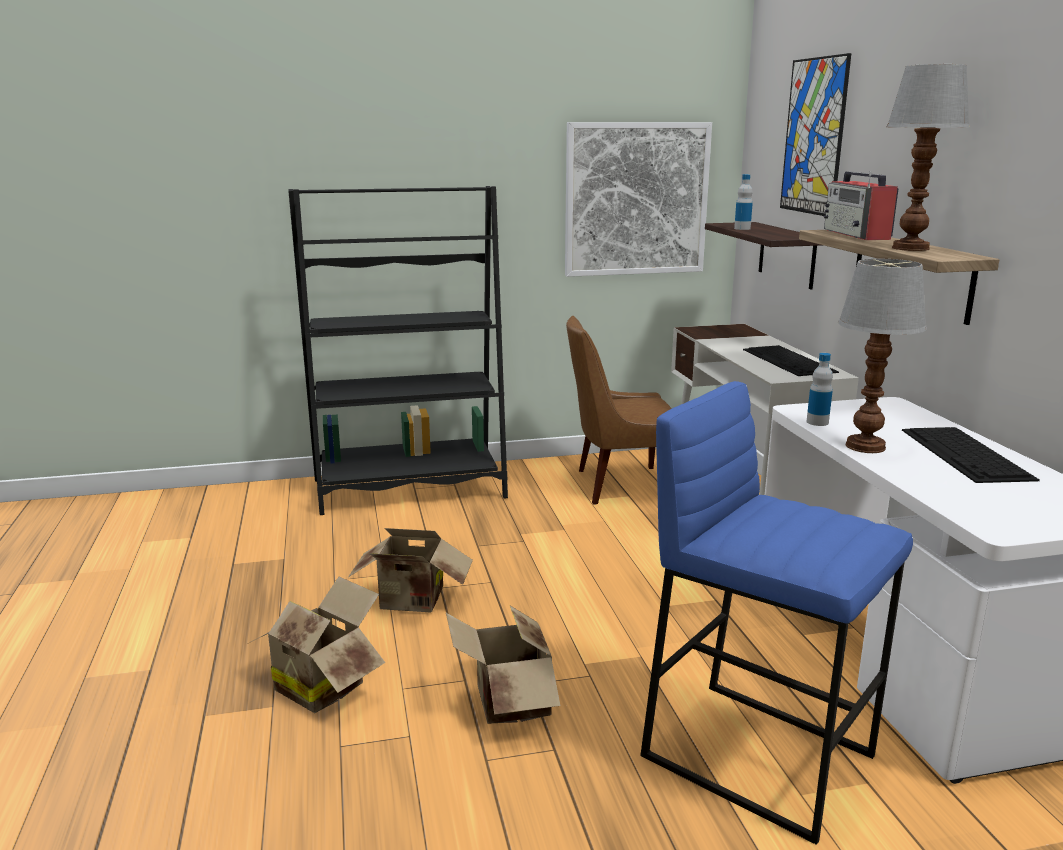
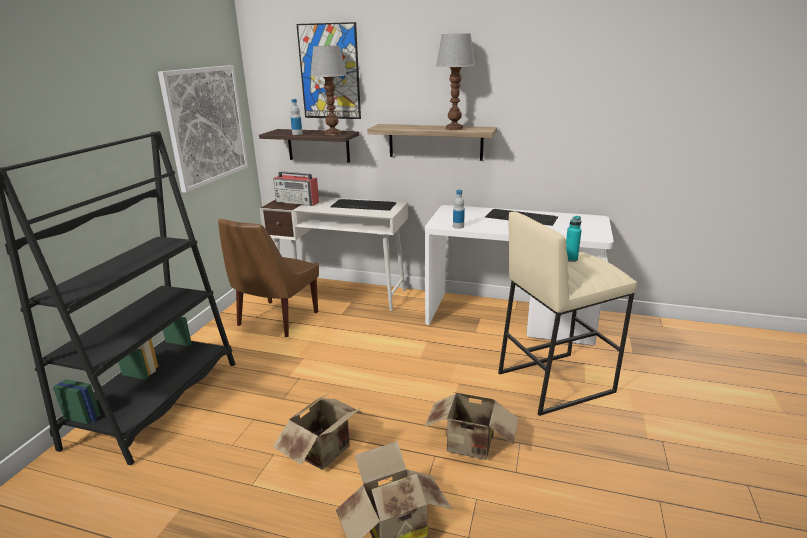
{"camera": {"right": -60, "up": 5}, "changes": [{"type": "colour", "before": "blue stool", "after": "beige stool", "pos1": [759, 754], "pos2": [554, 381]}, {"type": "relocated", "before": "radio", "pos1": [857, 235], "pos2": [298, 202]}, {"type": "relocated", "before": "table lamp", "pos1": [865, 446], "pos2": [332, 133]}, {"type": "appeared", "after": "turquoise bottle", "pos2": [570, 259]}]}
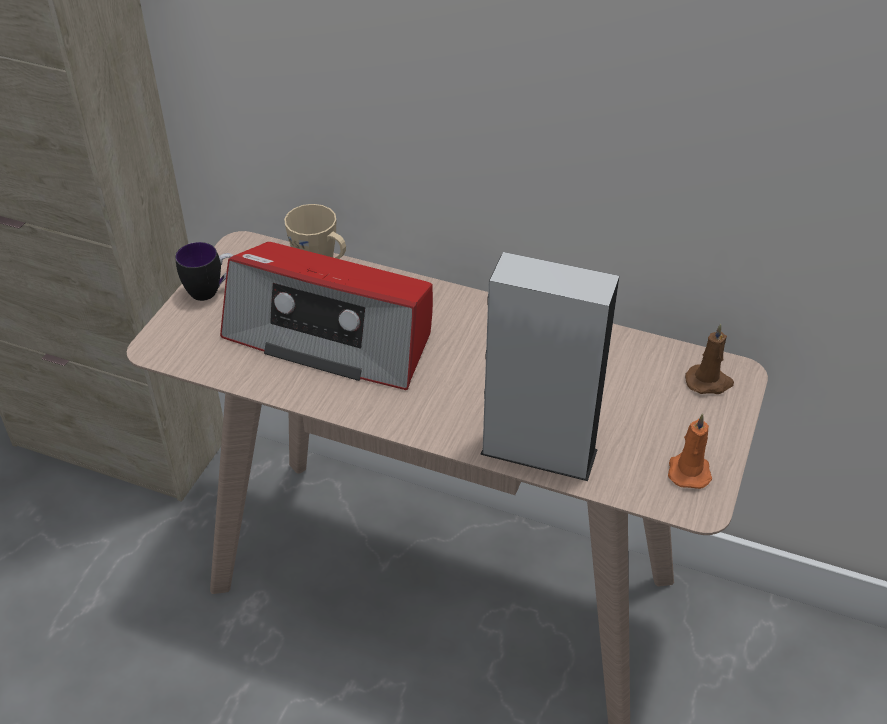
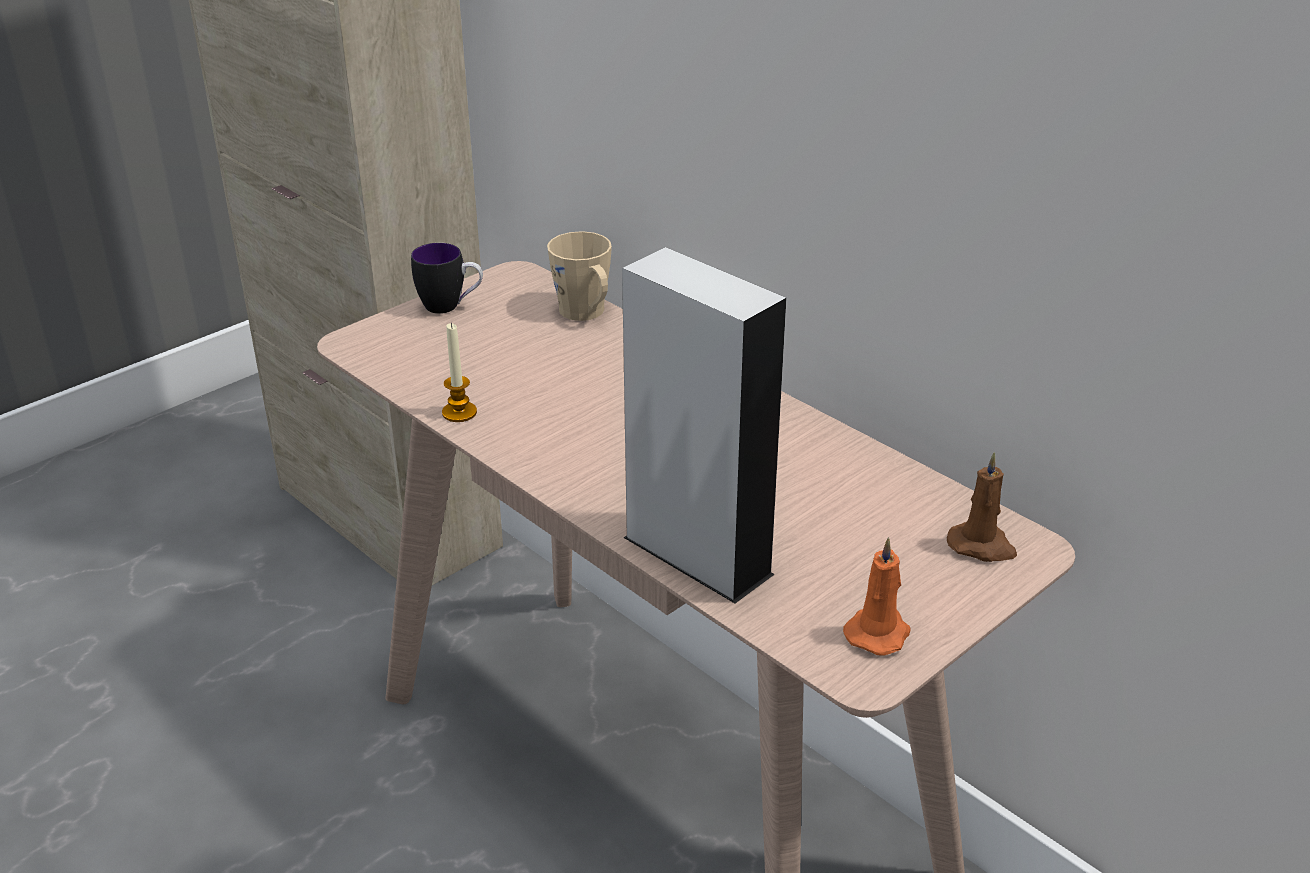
{"camera": {"right": 25, "up": -10}, "changes": [{"type": "missing", "before": "radio", "pos1": [332, 335]}, {"type": "appeared", "after": "candle", "pos2": [459, 412]}]}
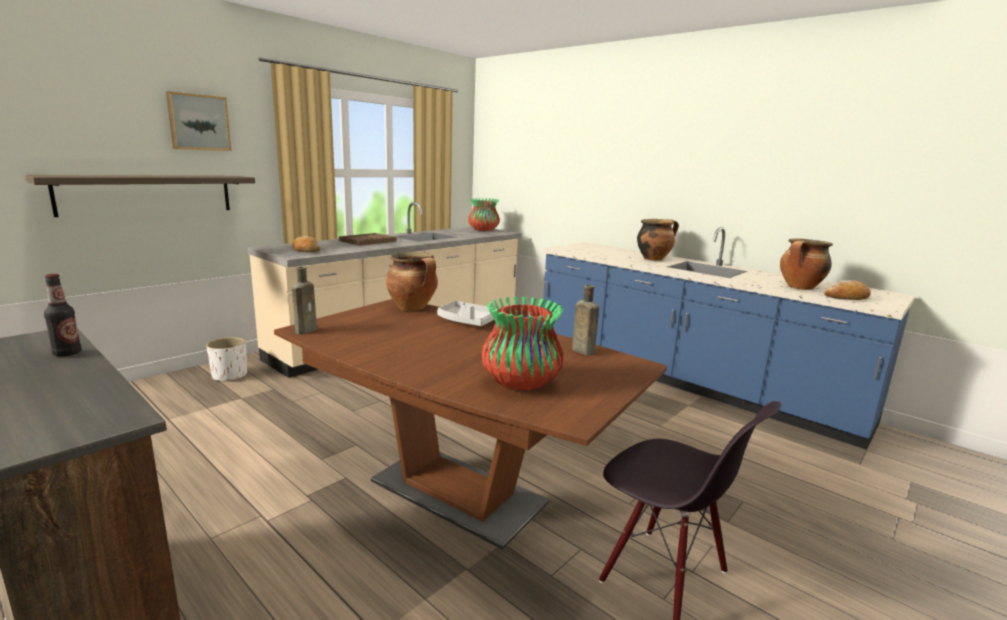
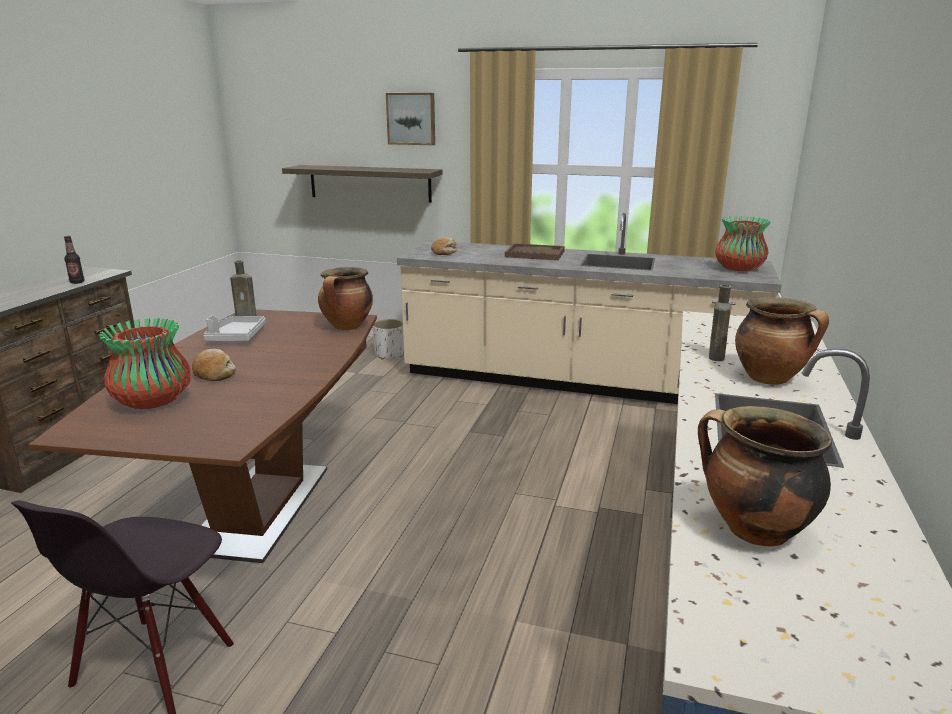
{"camera": {"right": 65, "up": 5}, "changes": [{"type": "relocated", "before": "grey tray", "pos1": [467, 321], "pos2": [236, 337]}, {"type": "relocated", "before": "brown bottle", "pos1": [581, 351], "pos2": [716, 355]}, {"type": "relocated", "before": "bread", "pos1": [846, 297], "pos2": [213, 373]}]}
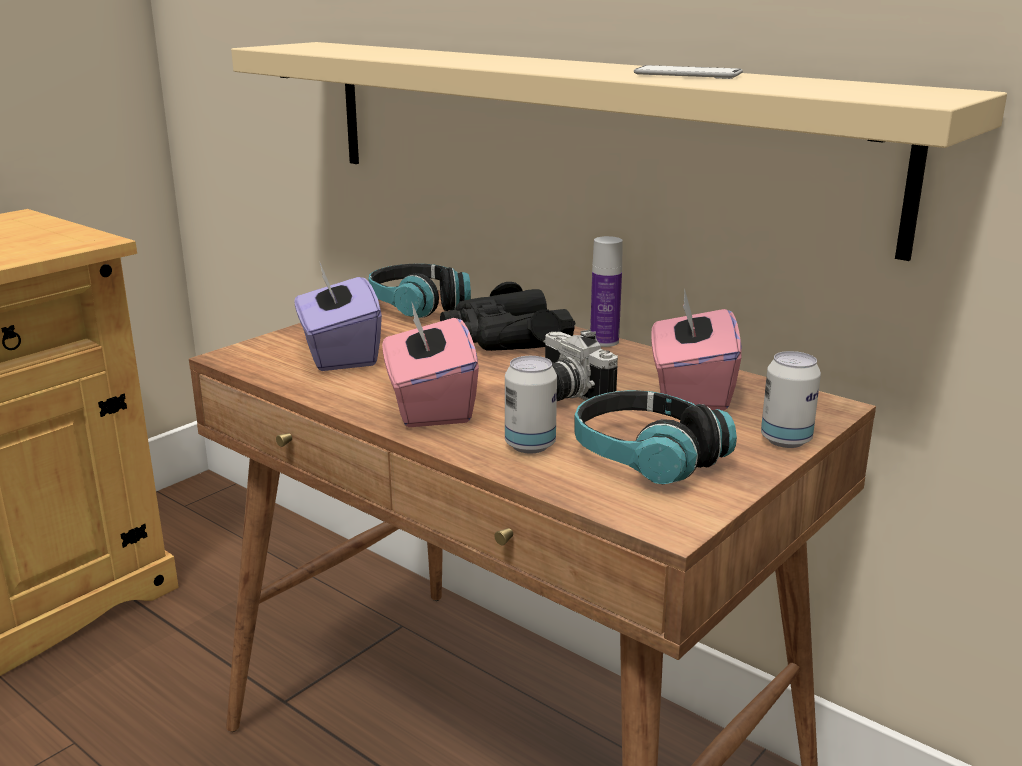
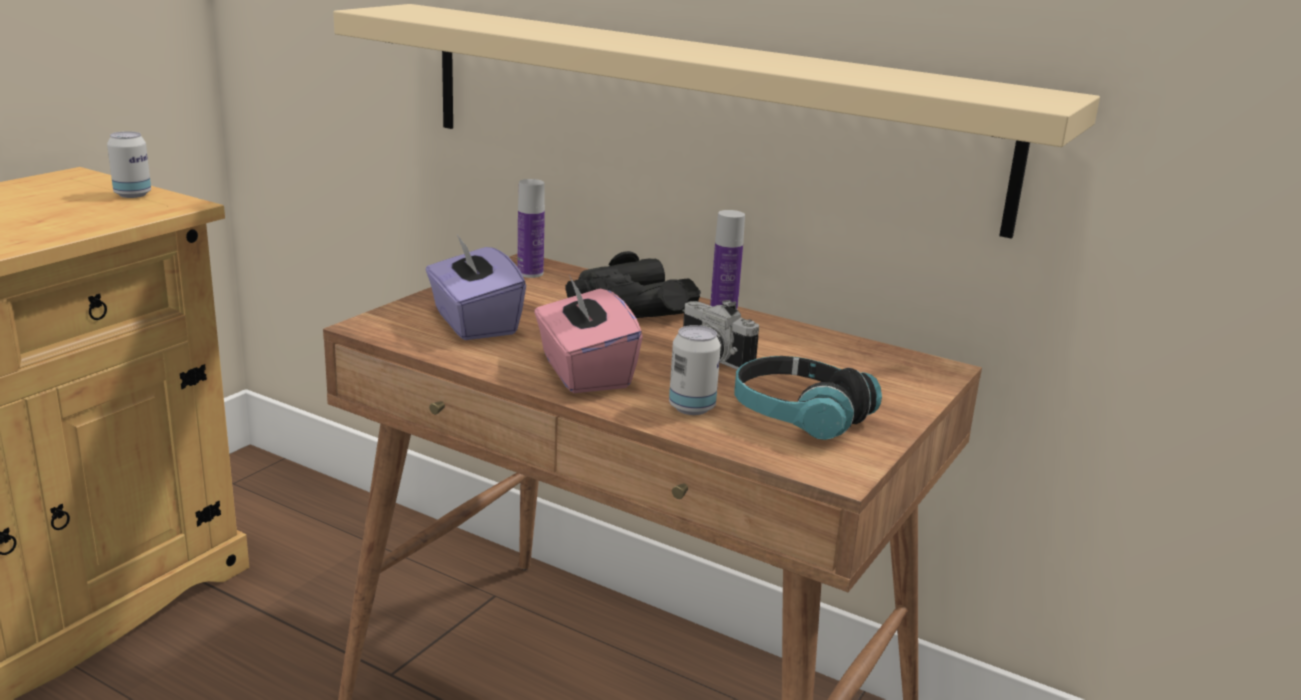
{"camera": {"right": -10, "up": 0}, "changes": [{"type": "exchanged", "before": "headphones", "after": "bottle", "pos1": [418, 305], "pos2": [530, 273]}, {"type": "missing", "before": "phone", "pos1": [688, 75]}, {"type": "missing", "before": "pink tissue box", "pos1": [690, 391]}, {"type": "relocated", "before": "can", "pos1": [786, 440], "pos2": [132, 194]}]}
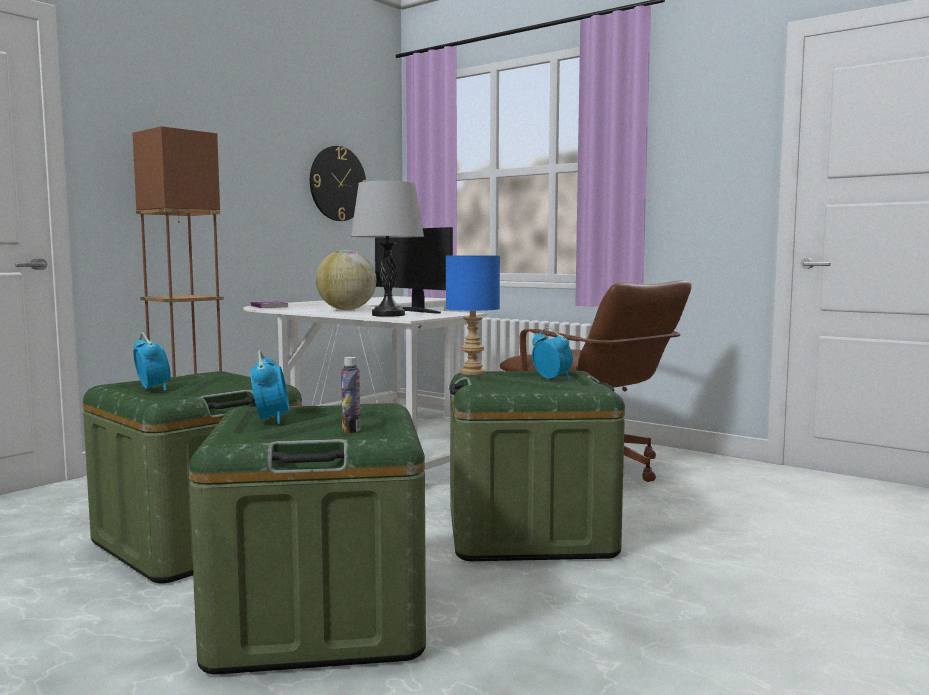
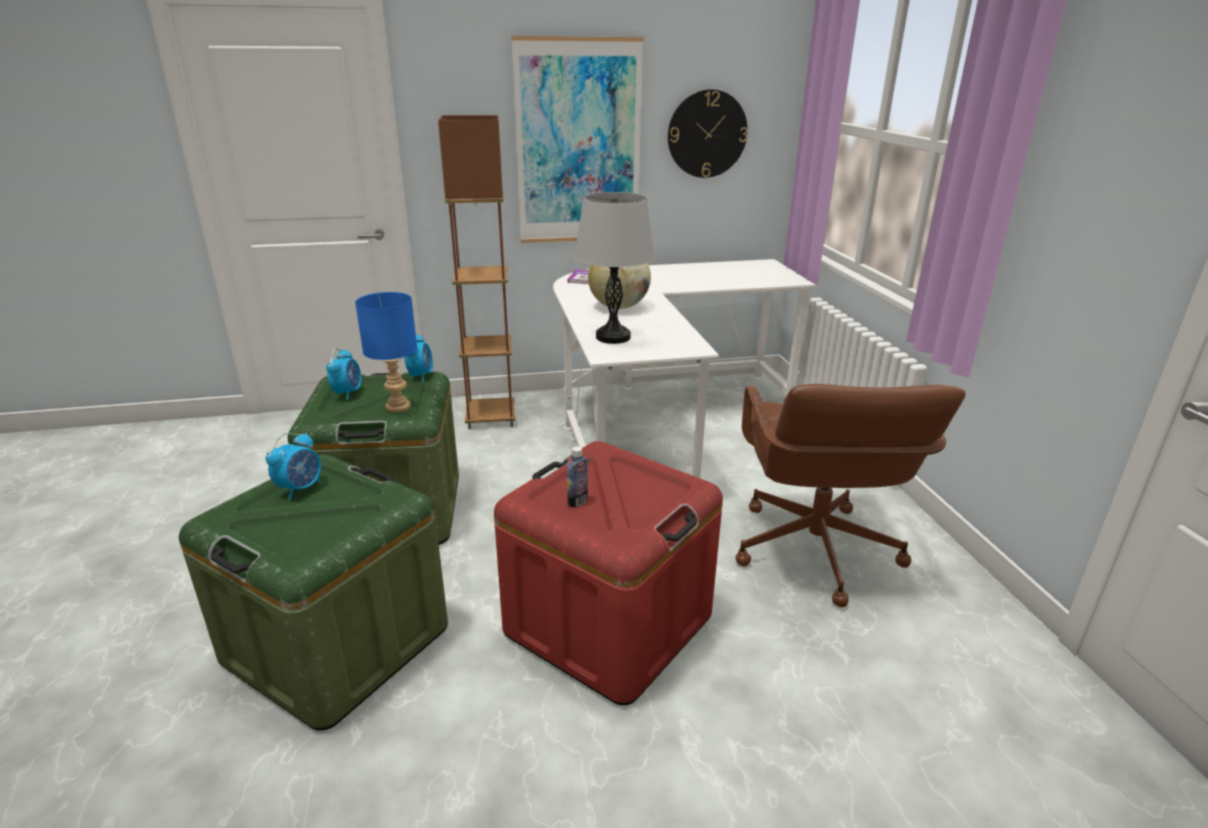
{"camera": {"right": 40, "up": 20}, "changes": [{"type": "relocated", "before": "bottle", "pos1": [351, 430], "pos2": [577, 502]}, {"type": "missing", "before": "monitor", "pos1": [414, 311]}, {"type": "relocated", "before": "blue table lamp", "pos1": [471, 373], "pos2": [398, 406]}, {"type": "colour", "before": "green storage box", "after": "red storage box", "pos1": [529, 532], "pos2": [608, 624]}, {"type": "relocated", "before": "alarm clock", "pos1": [552, 378], "pos2": [420, 375]}, {"type": "appeared", "after": "picture", "pos2": [578, 144]}]}
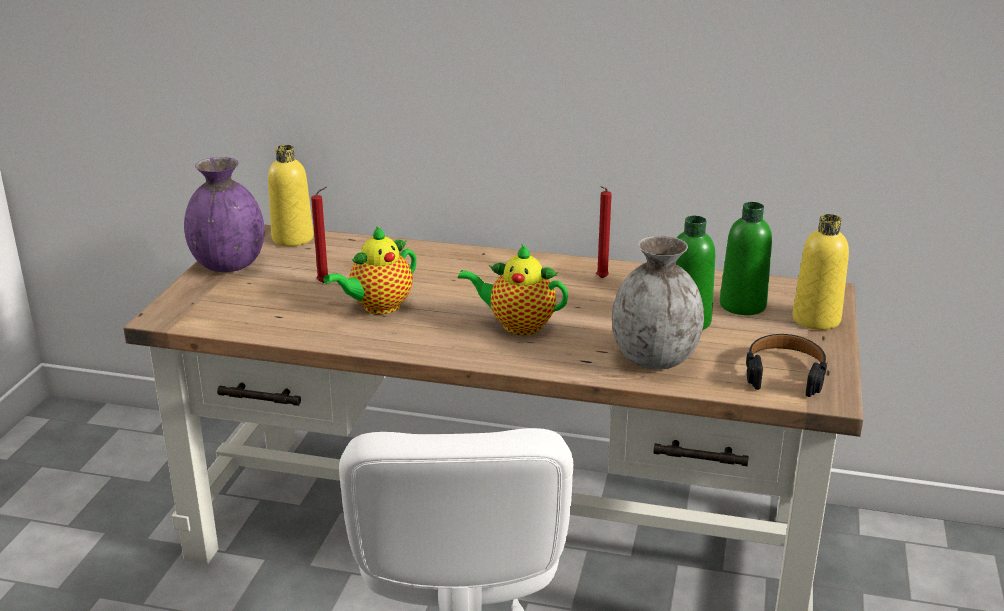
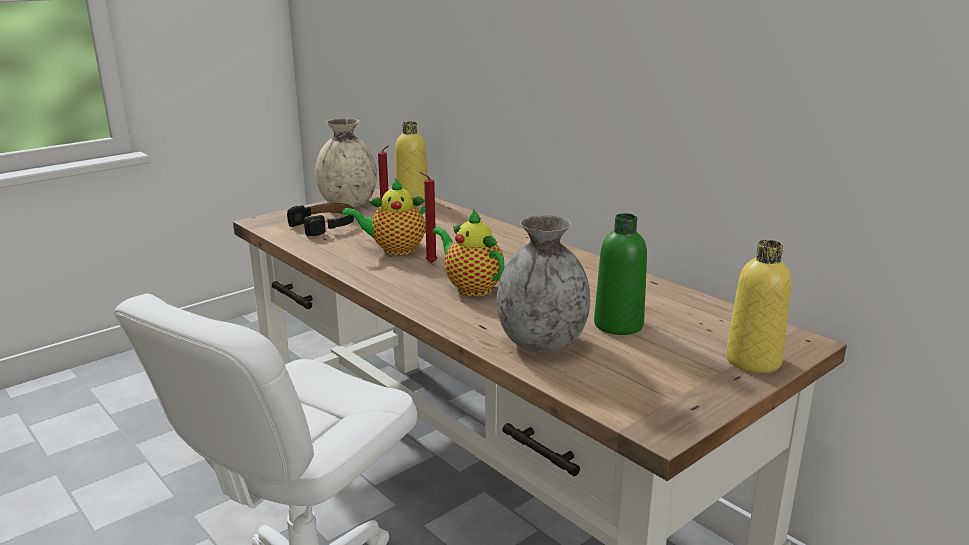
{"camera": {"right": 35, "up": -5}, "changes": [{"type": "colour", "before": "purple vase", "after": "beige vase", "pos1": [229, 265], "pos2": [348, 204]}, {"type": "relocated", "before": "red candle", "pos1": [600, 279], "pos2": [429, 263]}, {"type": "missing", "before": "green bottle", "pos1": [742, 305]}, {"type": "relocated", "before": "black headphones", "pos1": [785, 373], "pos2": [324, 225]}]}
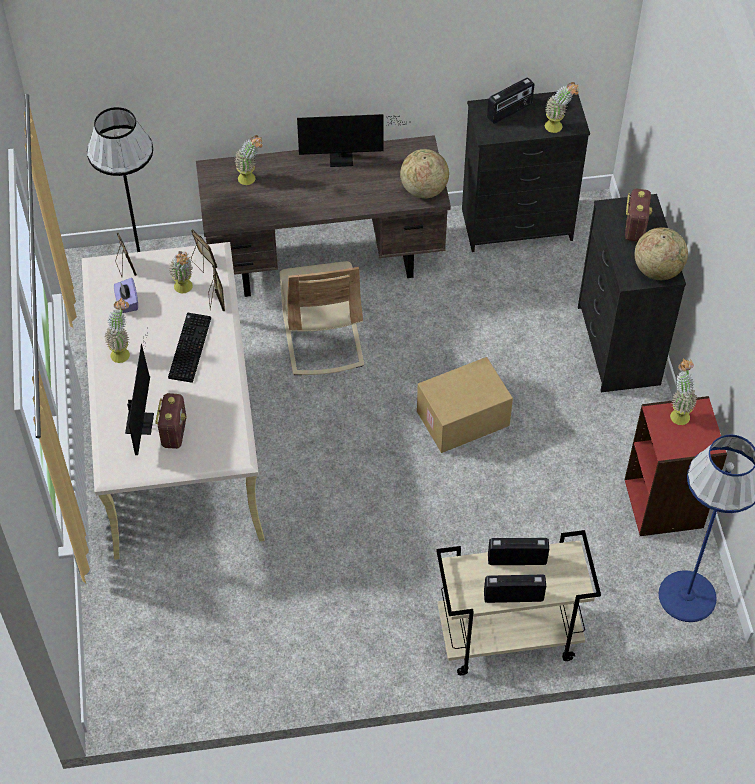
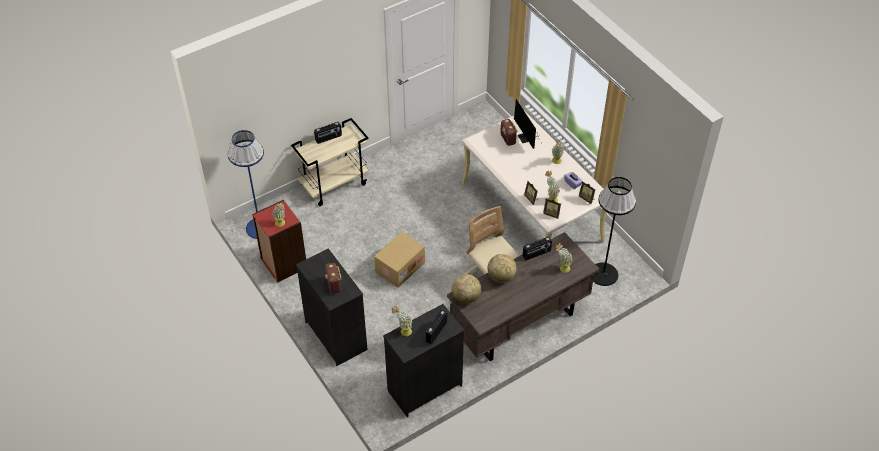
{"camera": {"right": 155, "up": -5}, "changes": [{"type": "missing", "before": "keyboard", "pos1": [188, 347]}, {"type": "missing", "before": "monitor", "pos1": [345, 158]}, {"type": "relocated", "before": "radio", "pos1": [517, 559], "pos2": [536, 254]}, {"type": "relocated", "before": "globe", "pos1": [657, 270], "pos2": [501, 277]}]}
